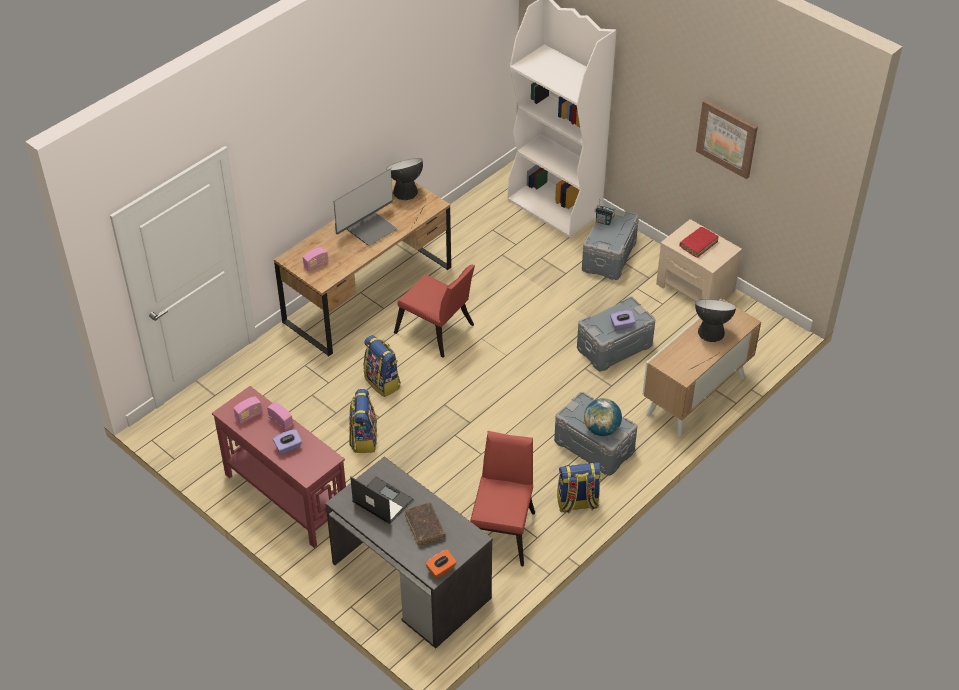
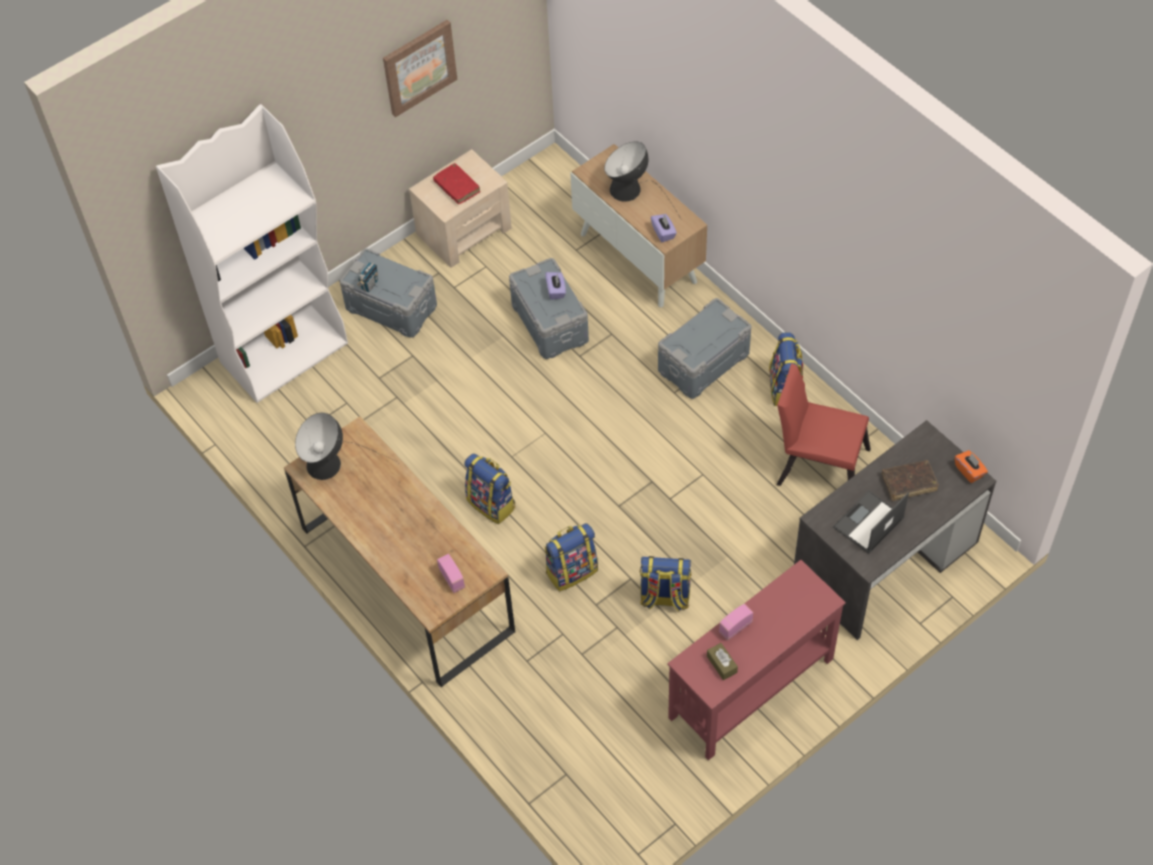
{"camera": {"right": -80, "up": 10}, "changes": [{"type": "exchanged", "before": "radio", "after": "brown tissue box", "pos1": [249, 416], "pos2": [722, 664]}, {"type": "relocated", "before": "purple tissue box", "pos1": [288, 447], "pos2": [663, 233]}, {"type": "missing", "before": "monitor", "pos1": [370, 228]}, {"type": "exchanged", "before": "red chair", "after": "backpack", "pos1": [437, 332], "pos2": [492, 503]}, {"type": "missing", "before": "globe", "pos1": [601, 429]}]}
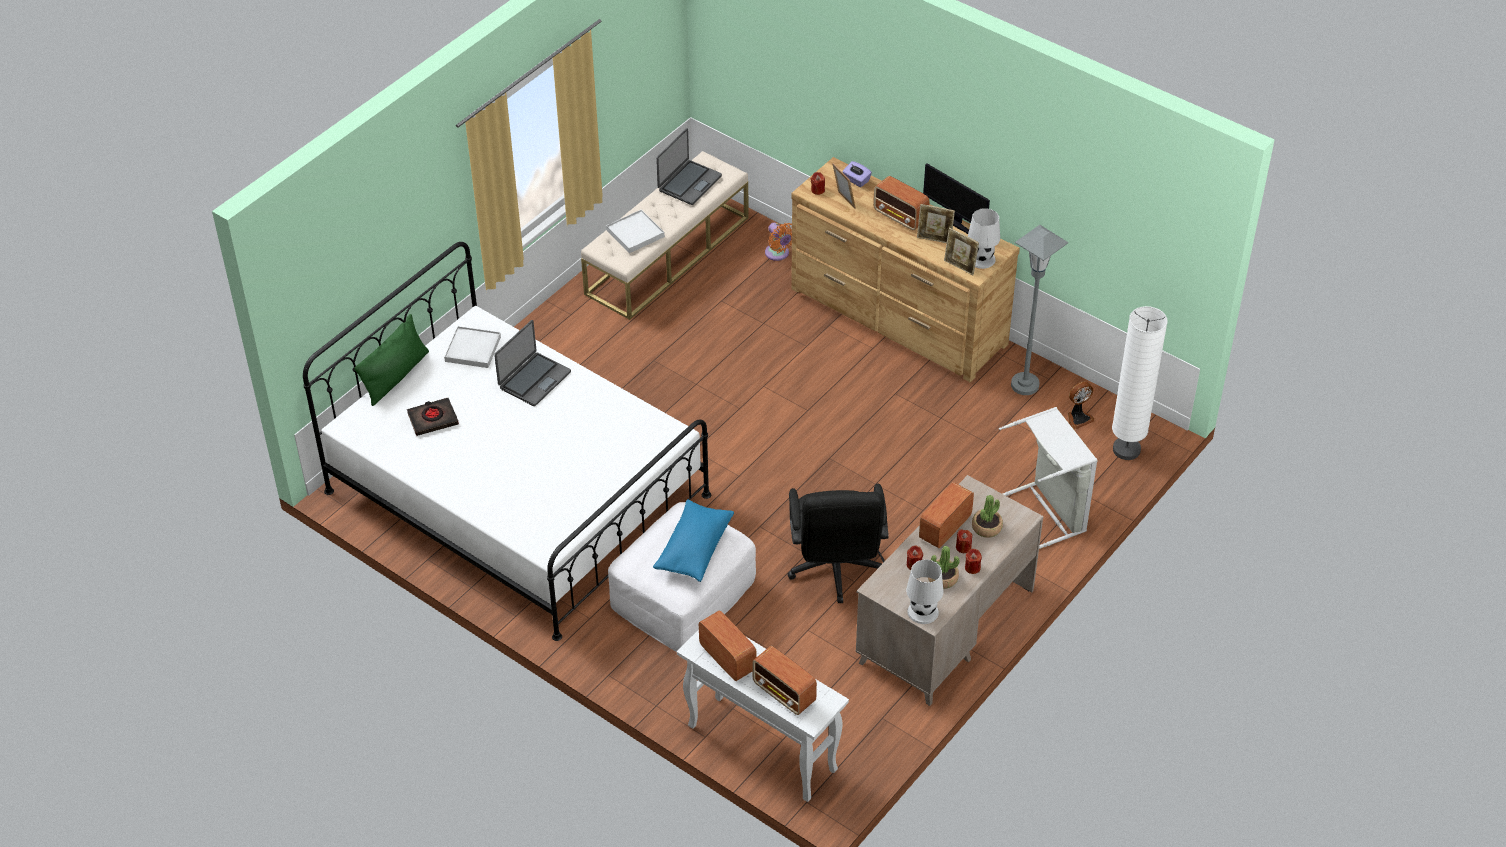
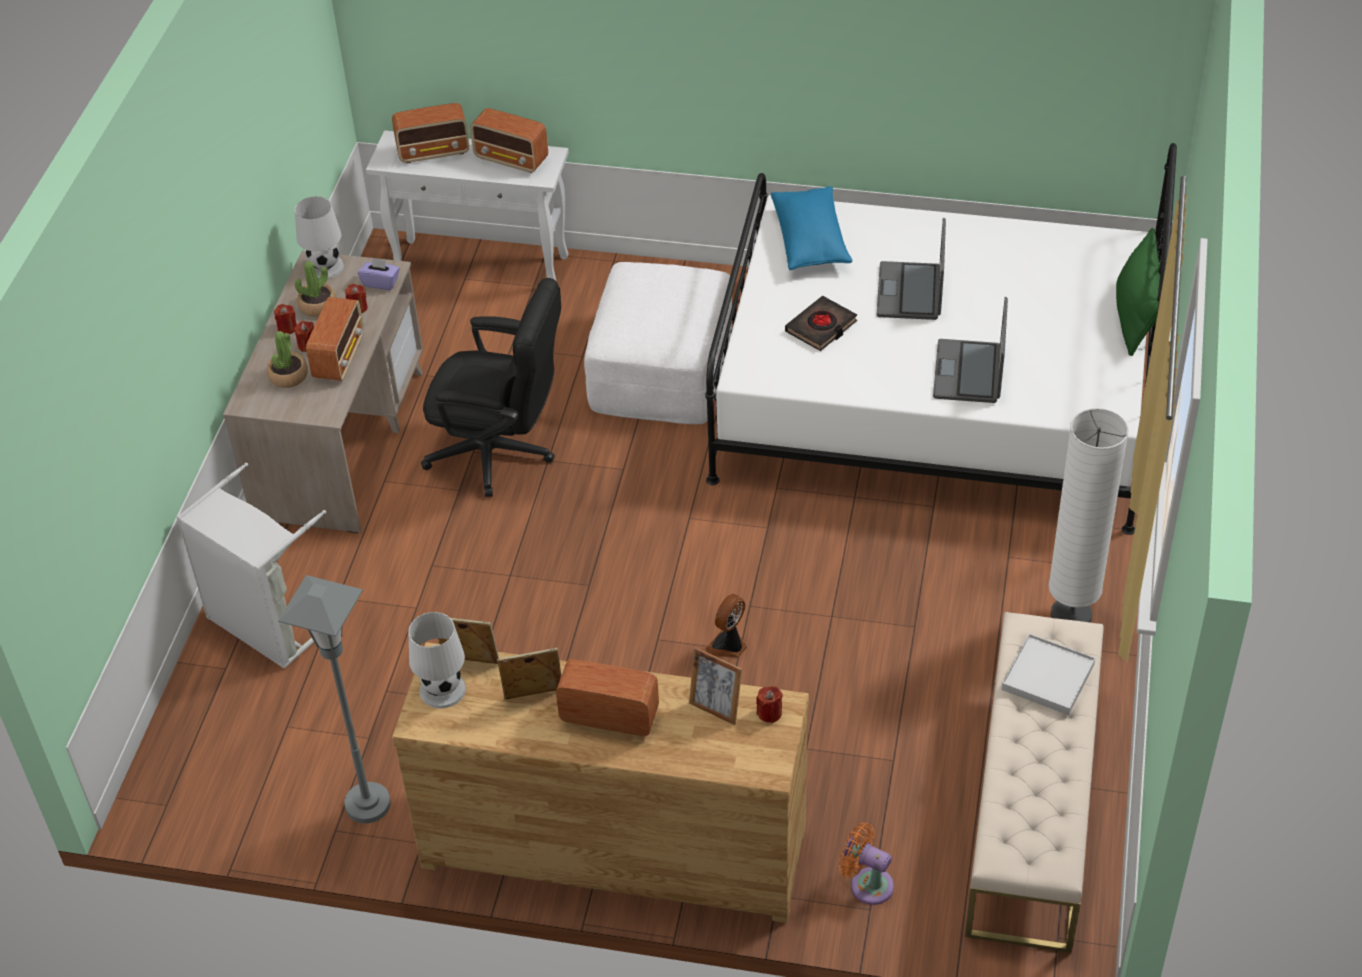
{"camera": {"right": 155, "up": 0}, "changes": [{"type": "relocated", "before": "black book", "pos1": [433, 419], "pos2": [821, 327]}, {"type": "missing", "before": "white tray", "pos1": [472, 349]}, {"type": "relocated", "before": "blue pillow", "pos1": [694, 549], "pos2": [810, 241]}, {"type": "relocated", "before": "laptop", "pos1": [689, 183], "pos2": [910, 292]}, {"type": "spun", "before": "radio", "pos1": [784, 693], "pos2": [434, 151], "turn": 150}, {"type": "spun", "before": "black office chair", "pos1": [835, 572], "pos2": [501, 453], "turn": 135}, {"type": "relocated", "before": "purple tissue box", "pos1": [856, 180], "pos2": [381, 282]}, {"type": "missing", "before": "monitor", "pos1": [955, 223]}, {"type": "relocated", "before": "fan", "pos1": [1078, 418], "pos2": [728, 645]}, {"type": "relocated", "before": "white floor lamp", "pos1": [1126, 450], "pos2": [1070, 617]}]}
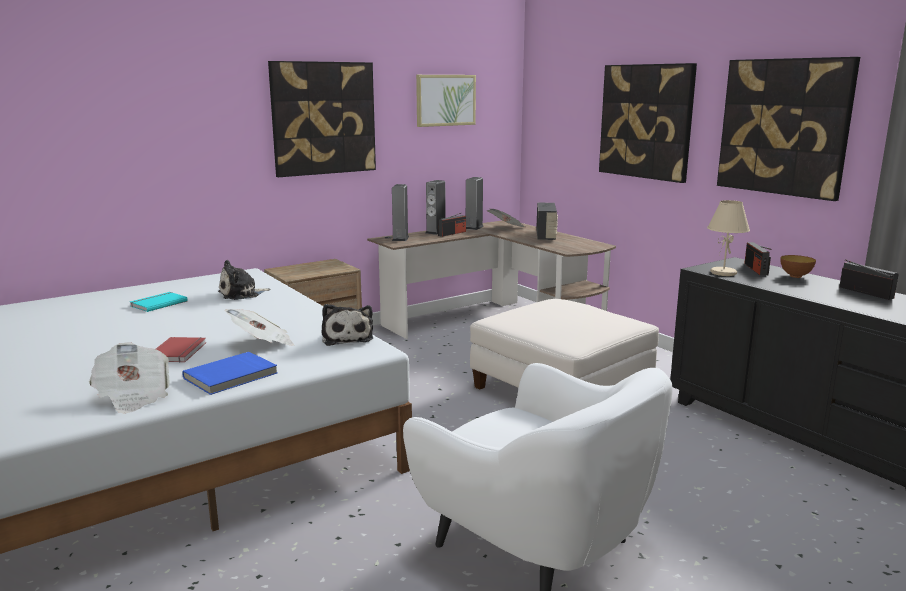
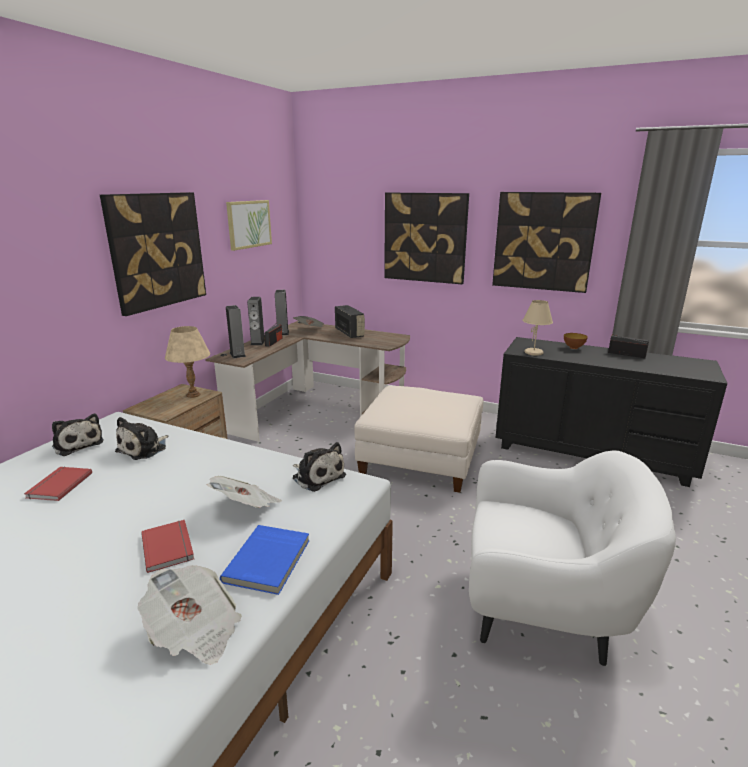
{"camera": {"right": -30, "up": 5}, "changes": [{"type": "colour", "before": "turquoise book", "after": "red book", "pos1": [158, 303], "pos2": [58, 485]}, {"type": "missing", "before": "radio", "pos1": [756, 269]}, {"type": "appeared", "after": "plush toy", "pos2": [77, 444]}, {"type": "appeared", "after": "beige table lamp", "pos2": [193, 395]}]}
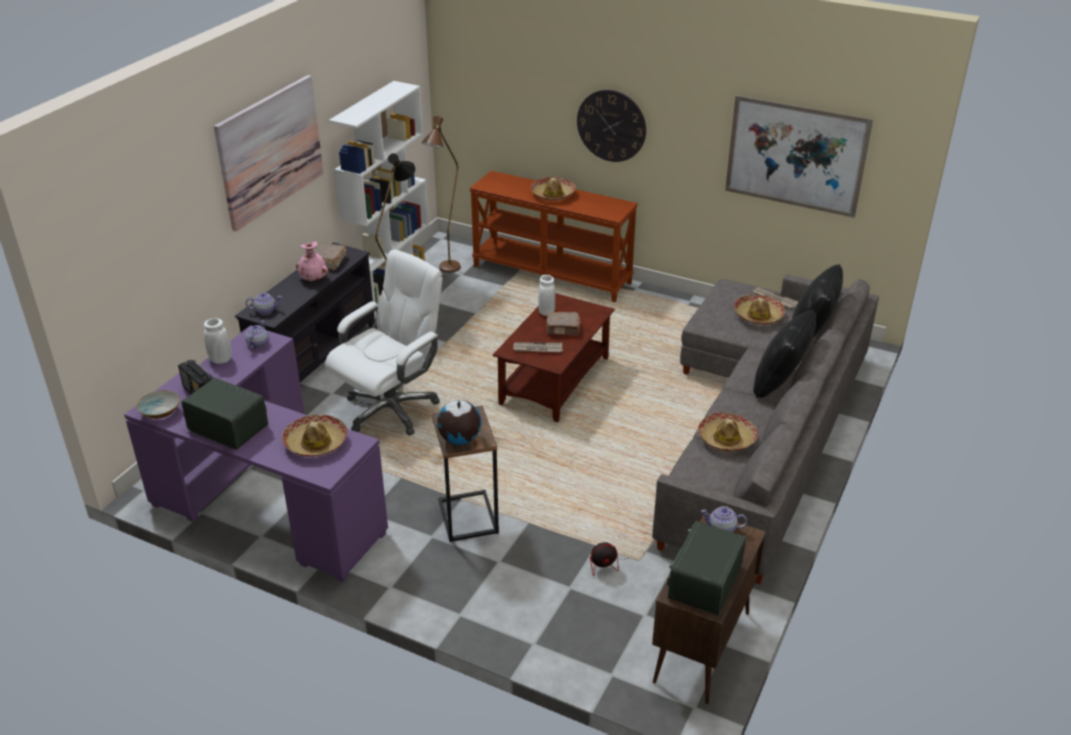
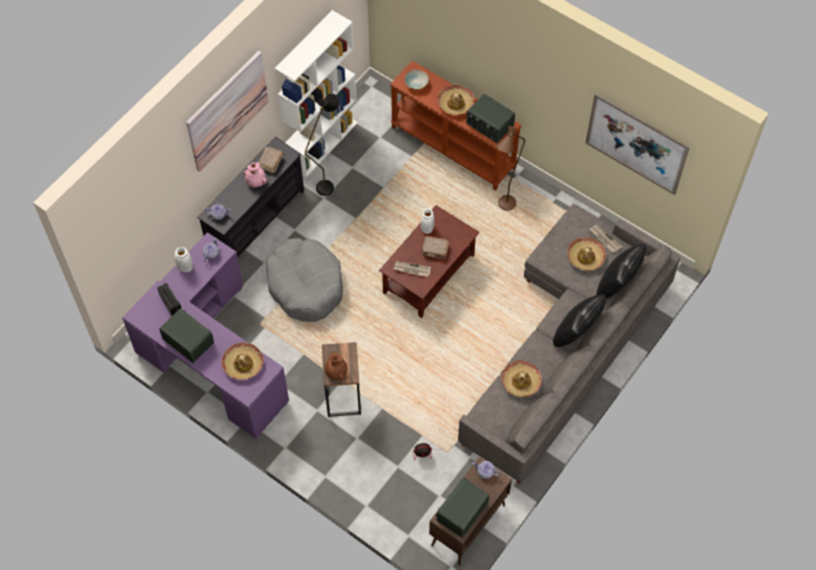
{"camera": {"right": 10, "up": 25}, "changes": [{"type": "relocated", "before": "bowl", "pos1": [160, 412], "pos2": [416, 83]}, {"type": "exchanged", "before": "white office chair", "after": "grey dog bed", "pos1": [391, 408], "pos2": [305, 285]}, {"type": "relocated", "before": "brown floor lamp", "pos1": [446, 271], "pos2": [504, 208]}, {"type": "exchanged", "before": "globe", "after": "brown vase", "pos1": [459, 439], "pos2": [336, 373]}, {"type": "missing", "before": "wall clock", "pos1": [611, 125]}, {"type": "appeared", "after": "radio", "pos2": [489, 125]}]}
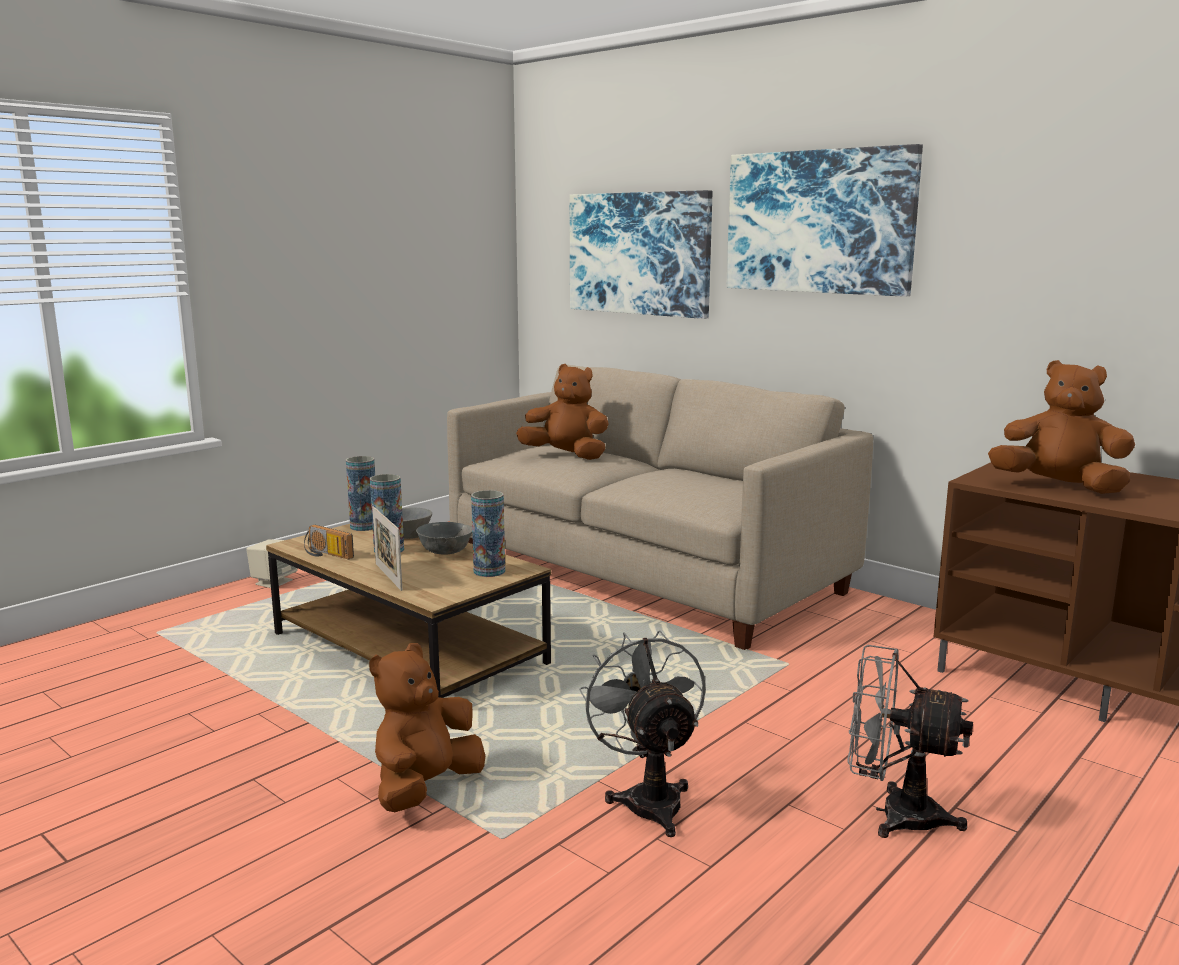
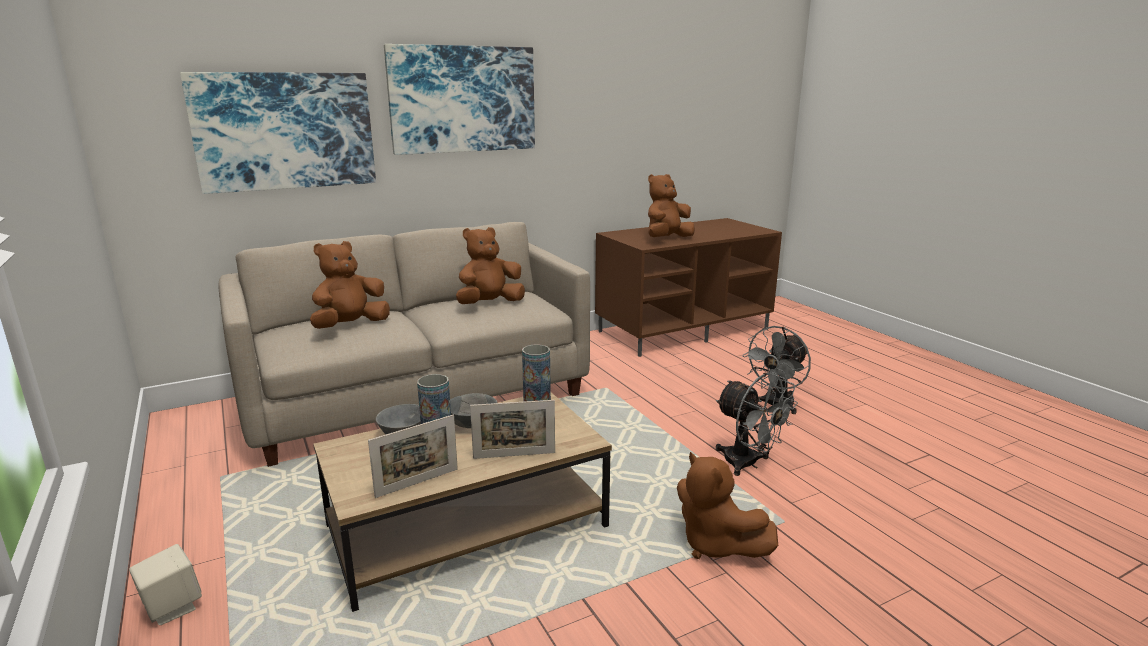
{"camera": {"right": -70, "up": 5}, "changes": [{"type": "exchanged", "before": "radio", "after": "picture frame", "pos1": [326, 554], "pos2": [417, 483]}, {"type": "missing", "before": "vase", "pos1": [364, 526]}, {"type": "spun", "before": "grey fan", "pos1": [648, 798], "pos2": [748, 464], "turn": -135}, {"type": "appeared", "after": "brown plush toy", "pos2": [489, 304]}]}
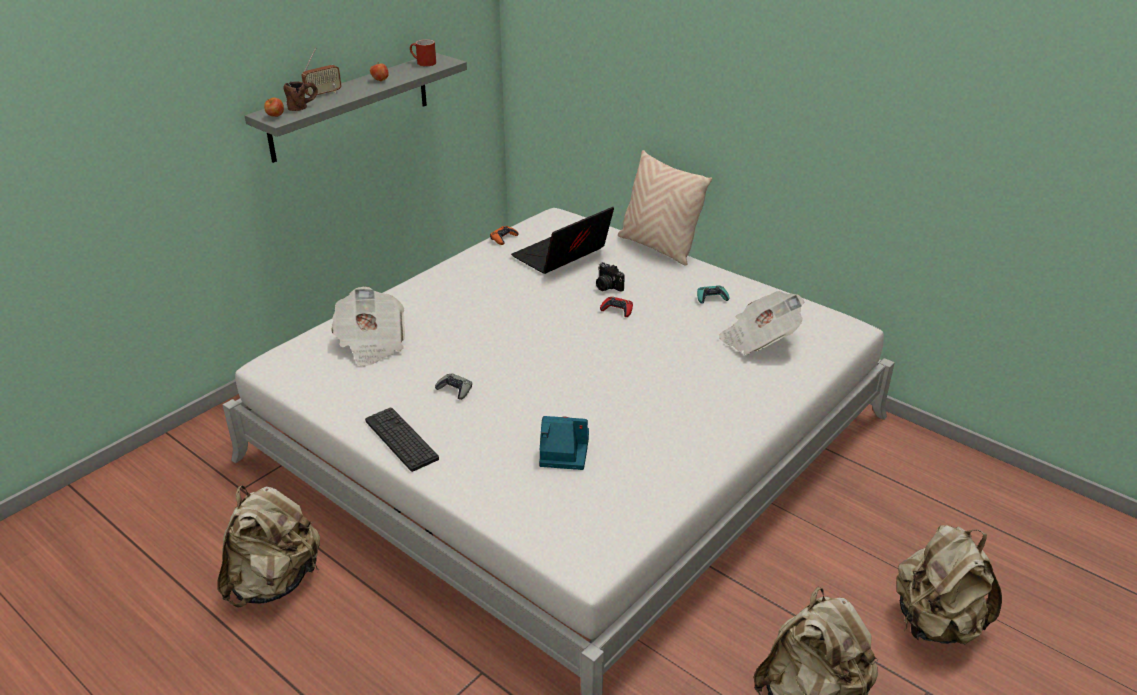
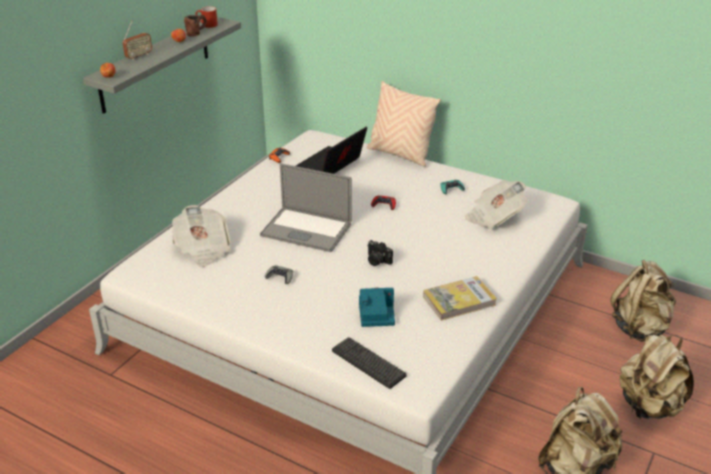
{"camera": {"right": -10, "up": 0}, "changes": [{"type": "relocated", "before": "beige backpack", "pos1": [274, 582], "pos2": [640, 327]}, {"type": "relocated", "before": "brown mug", "pos1": [303, 106], "pos2": [197, 33]}, {"type": "relocated", "before": "keyboard", "pos1": [401, 439], "pos2": [368, 363]}, {"type": "relocated", "before": "photo camera", "pos1": [607, 286], "pos2": [377, 261]}, {"type": "appeared", "after": "laptop", "pos2": [306, 230]}, {"type": "appeared", "after": "book", "pos2": [459, 301]}]}
